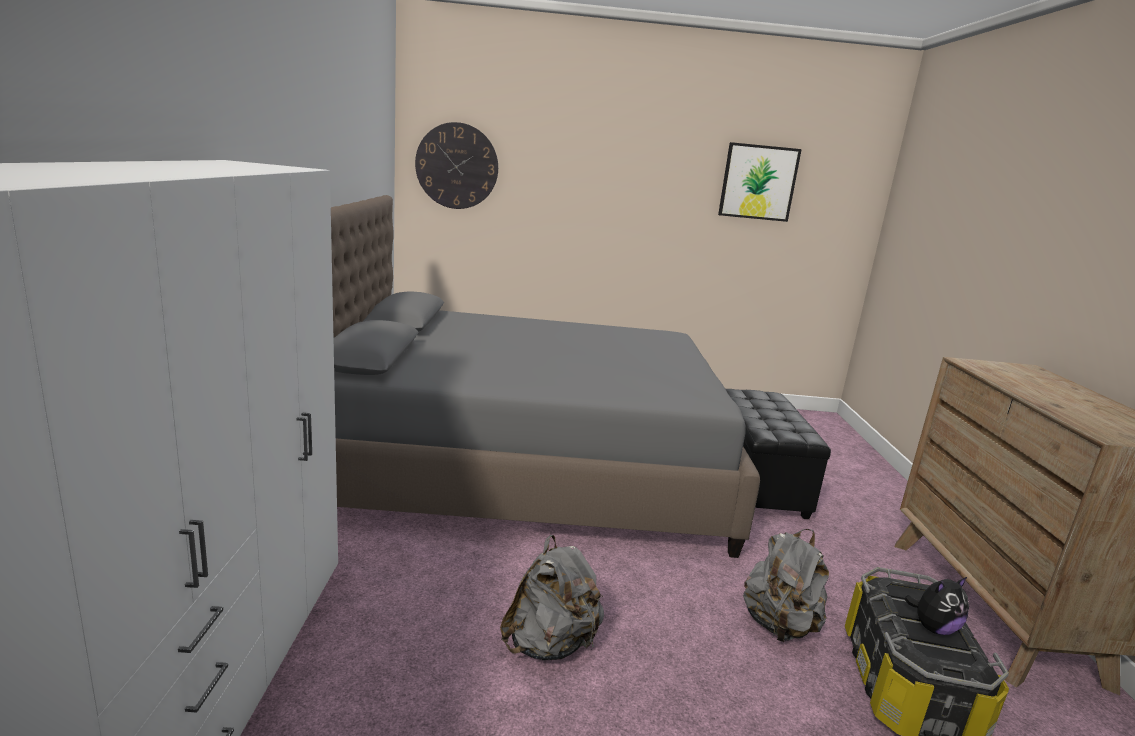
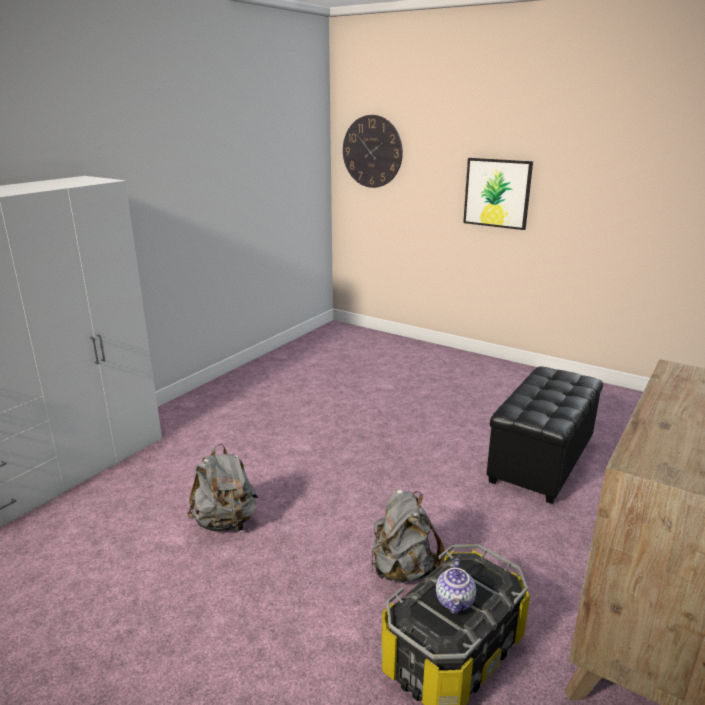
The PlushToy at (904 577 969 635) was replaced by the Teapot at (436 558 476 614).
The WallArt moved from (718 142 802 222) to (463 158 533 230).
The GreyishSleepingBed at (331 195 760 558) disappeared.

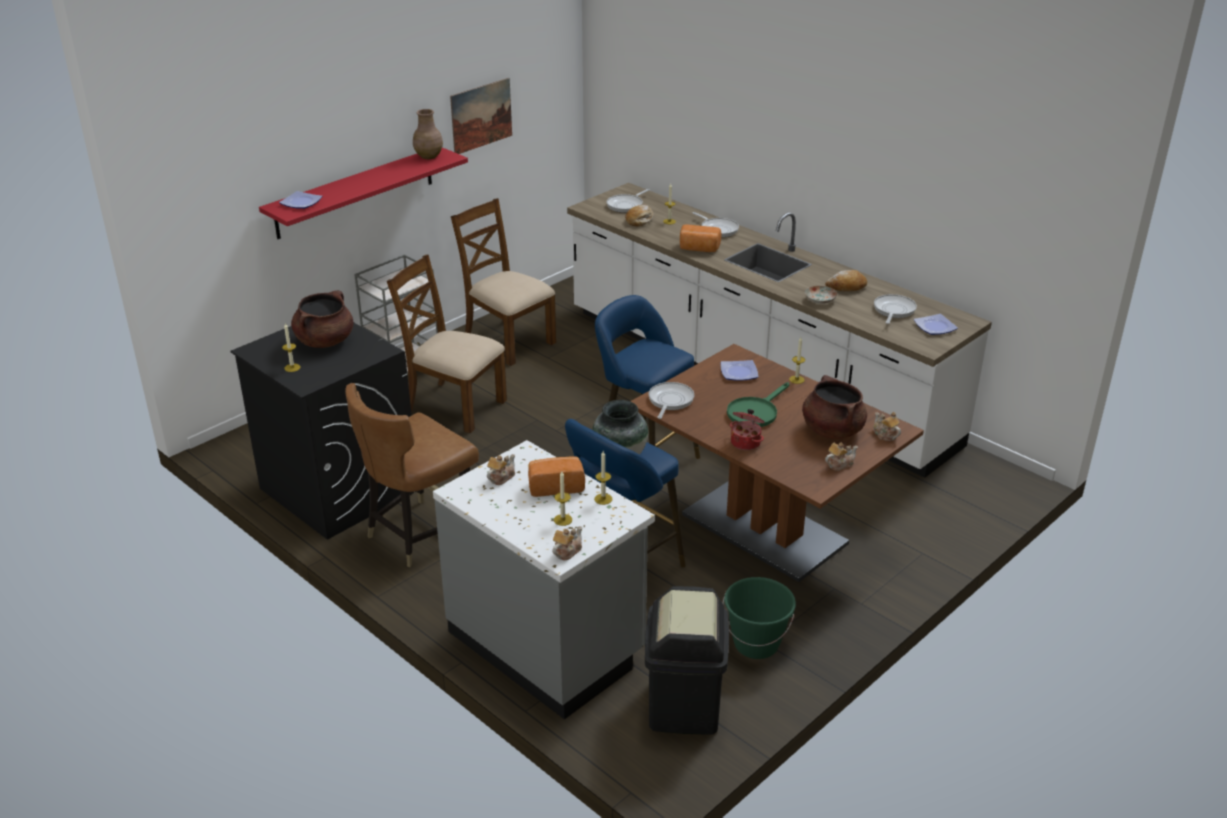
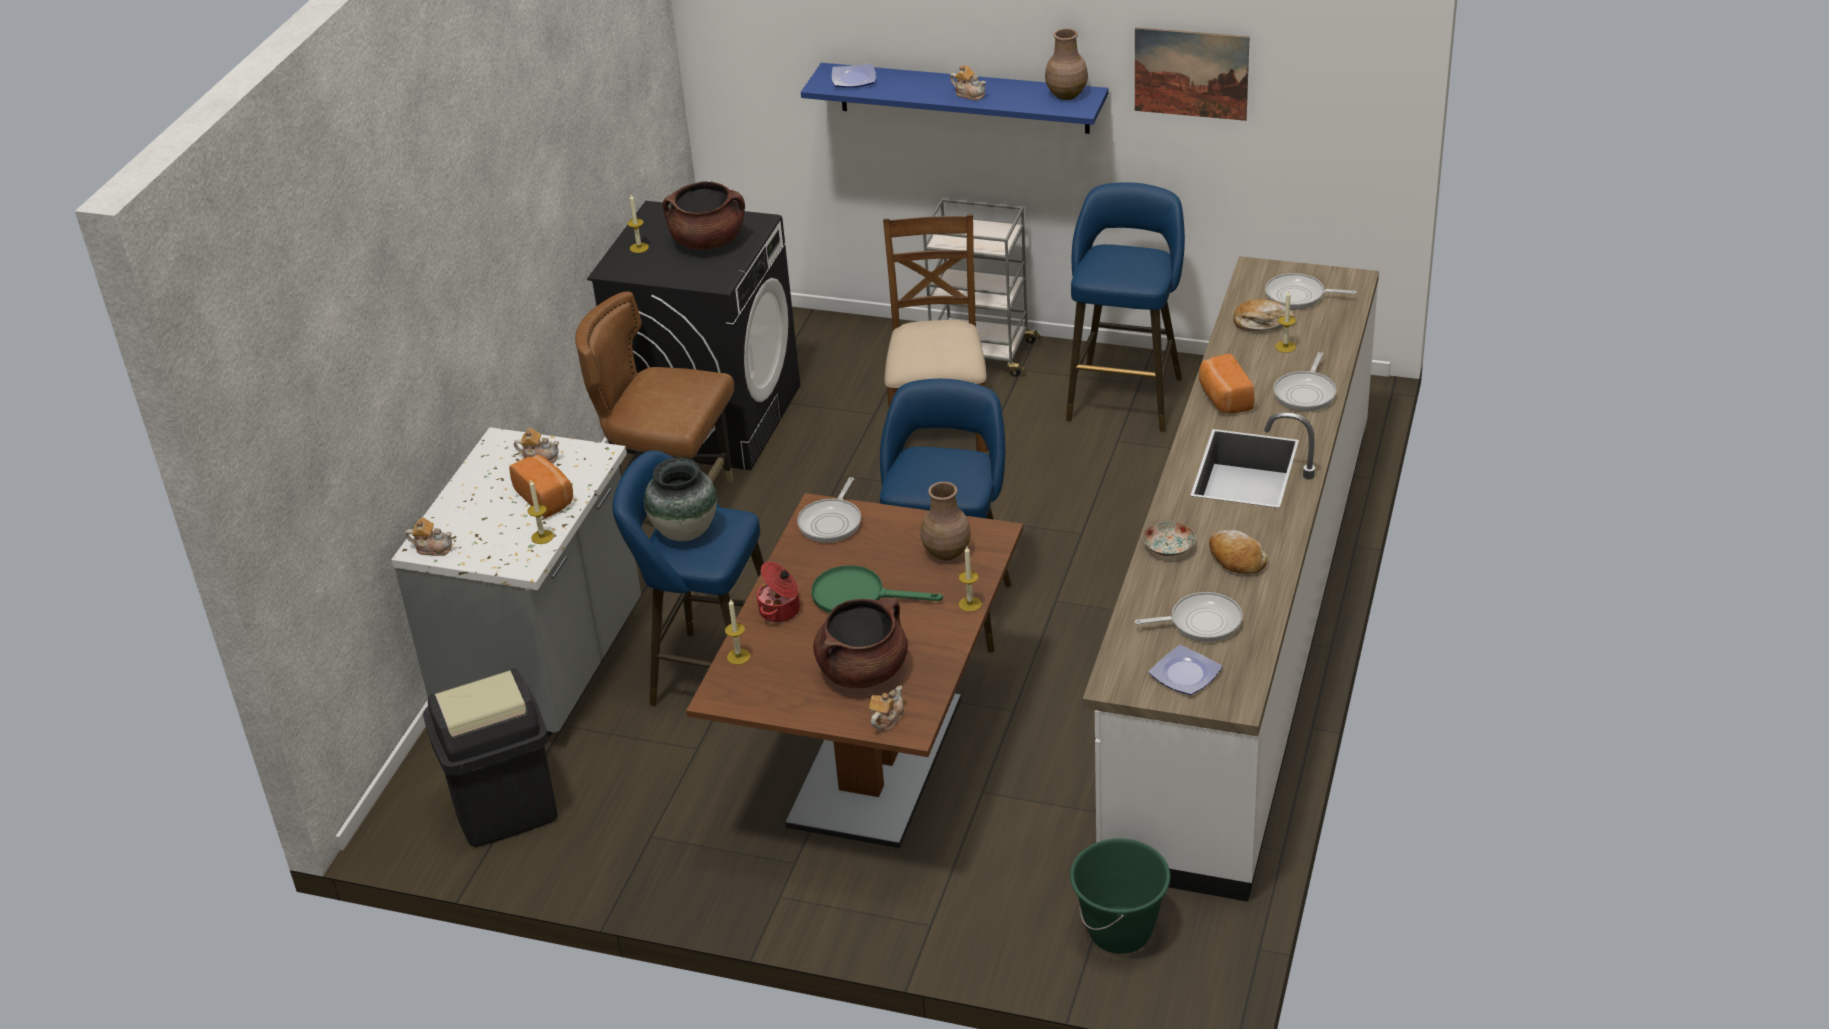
The WaxLight moved from (554 471 572 526) to (725 598 750 665).
The Pan at (648 382 694 419) turned 120 degrees clockwise.
The ReddishBracketShelf at (259 147 468 239) became the BluishBracketShelf at (801 63 1109 134).
The FlatDish at (721 360 758 381) was replaced by the BrownColouredVase at (920 482 971 560).
The Teapot moved from (825 442 858 471) to (950 64 986 100).
The BrownColouredPlainChair at (451 198 556 366) was replaced by the BluishStoolSeat at (1066 182 1185 432).
The GreenBucket moved from (723 577 796 659) to (1070 838 1170 954).

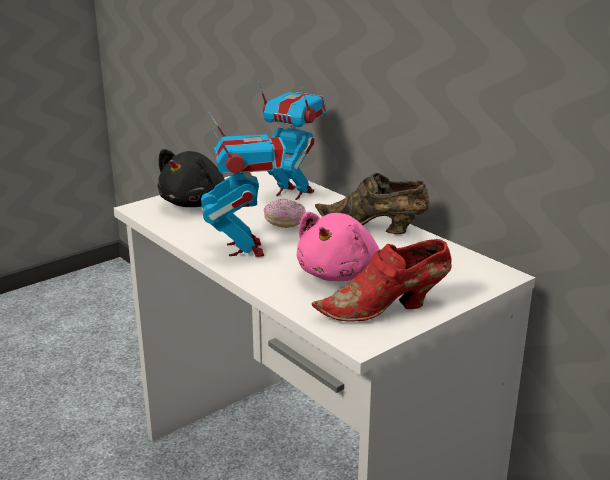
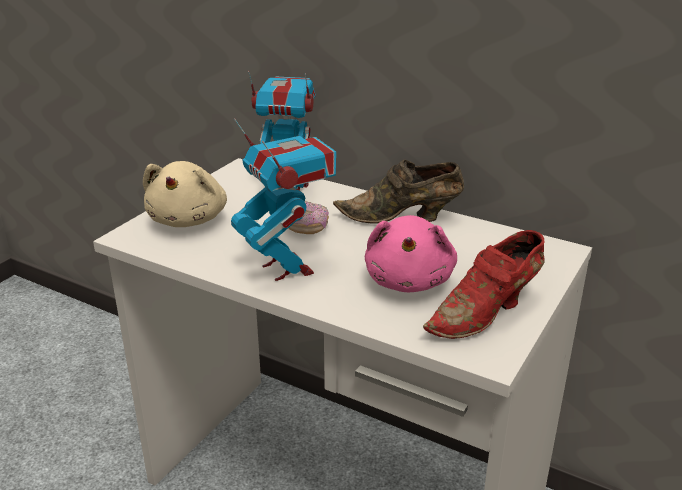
The BlackPlushToy at (157 149 225 207) became the BeigePlushToy at (143 161 227 227).

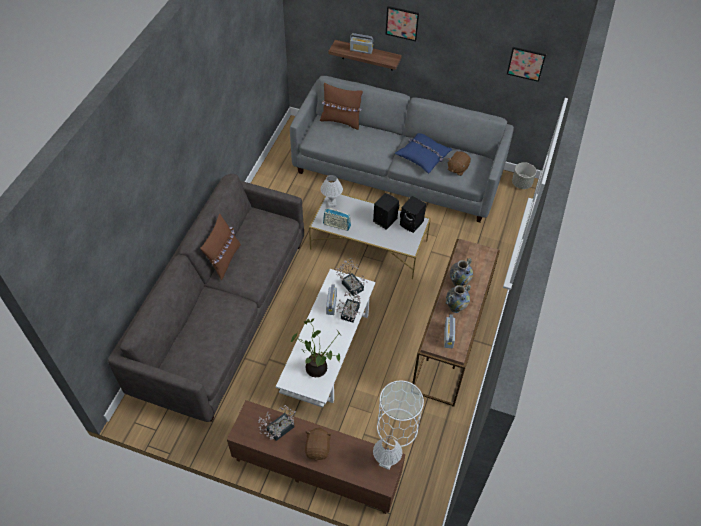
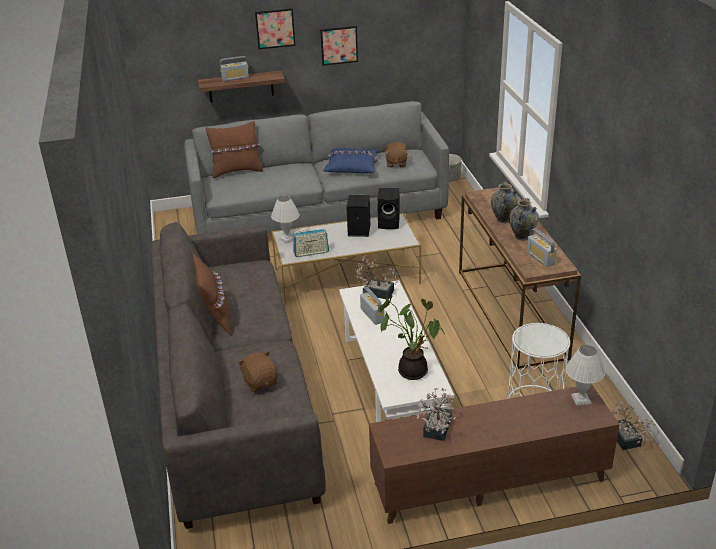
The BrownColouredPlushToy moved from (305 427 332 461) to (238 351 278 392).
The WallArt moved from (507 47 546 82) to (320 26 358 66).
The Houseplant moved from (336 290 361 322) to (611 402 656 450).

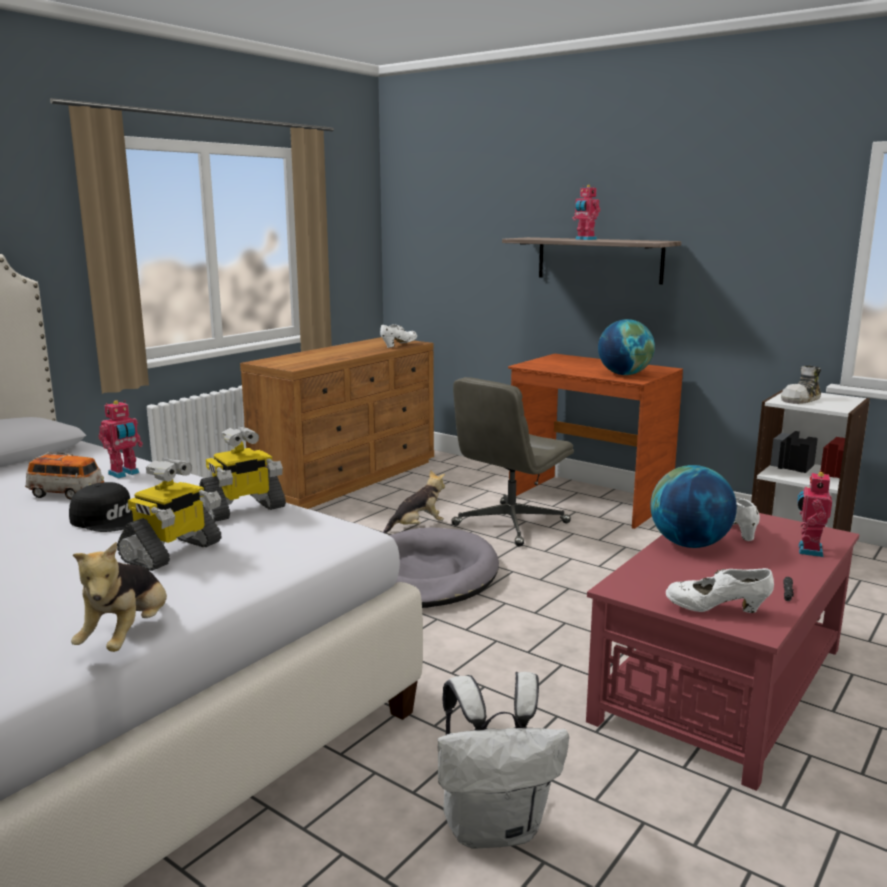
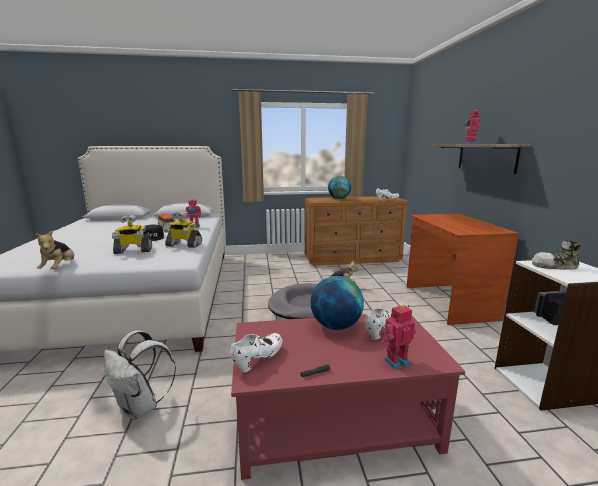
The PlushToy at (71 542 167 652) turned 60 degrees counterclockwise.
The WhiteColouredItemOfFootwear at (666 568 774 613) turned 75 degrees clockwise.
The Globe moved from (598 319 655 375) to (328 176 351 199).
The GreyishComputerChair at (451 377 574 547) disappeared.

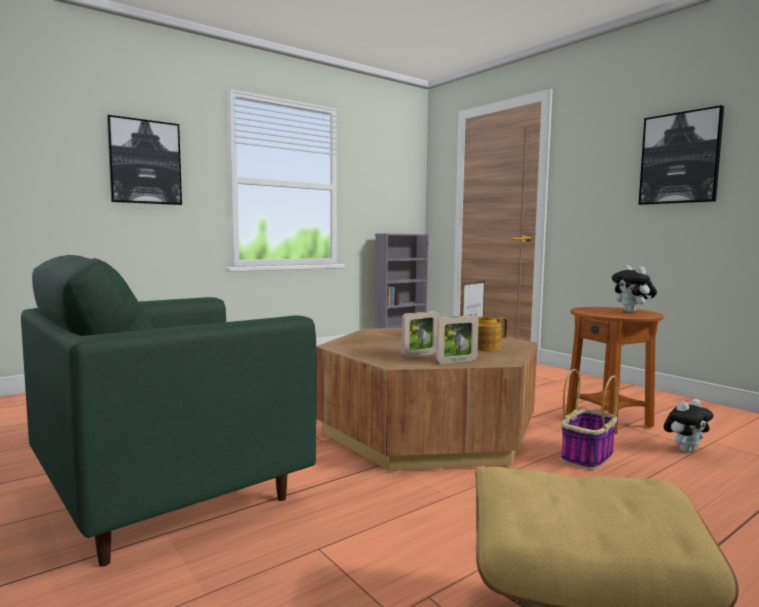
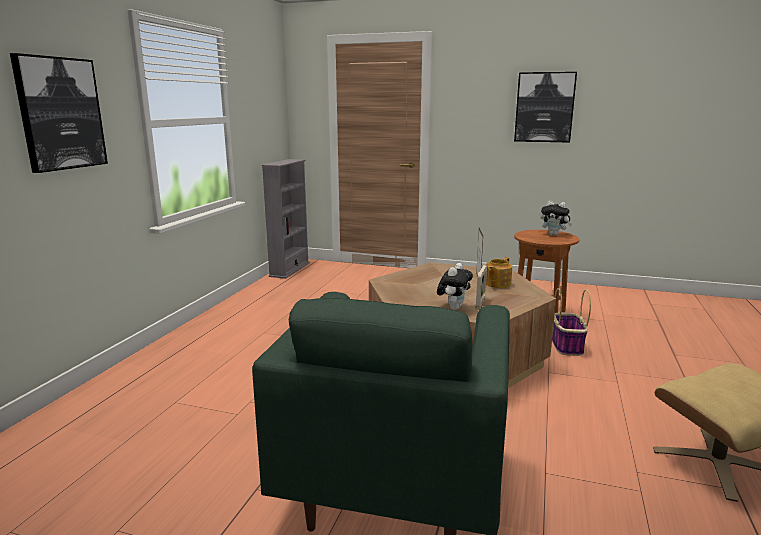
The PlushToy moved from (664 399 713 453) to (437 263 473 310).
The PhotoFrame at (436 316 479 364) disappeared.

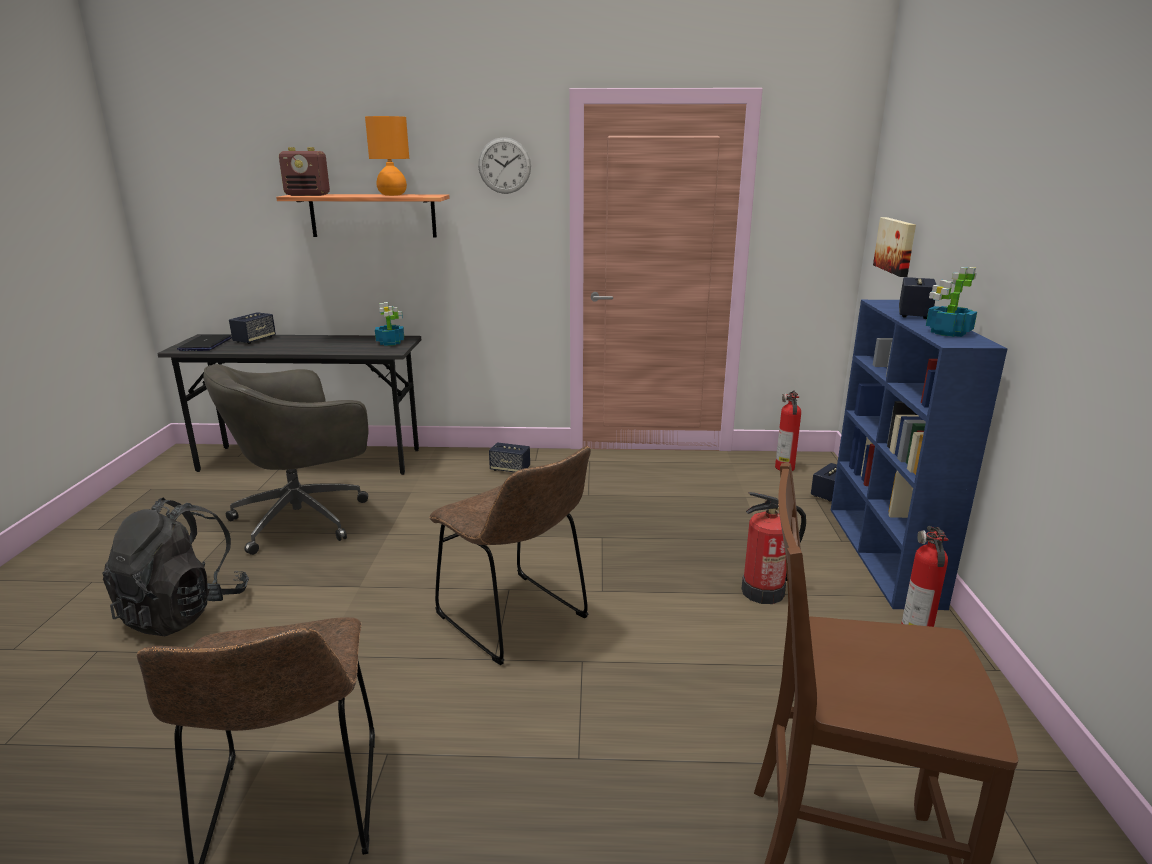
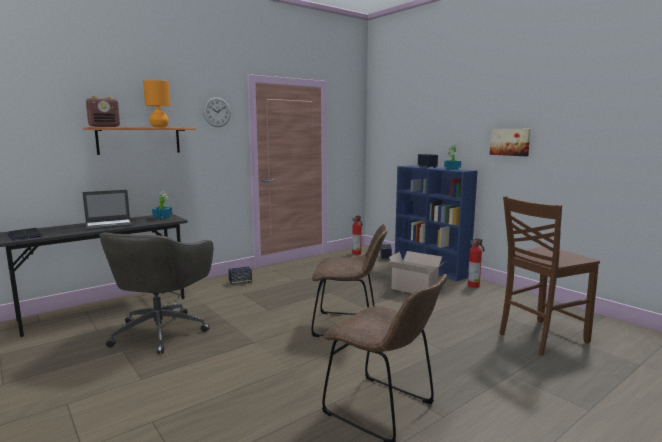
The Laptop at (83 190 133 231) appeared.
The FireFightingCylinder at (742 492 806 604) was replaced by the Carton at (389 251 444 293).
The WallArt moved from (873 217 916 277) to (490 129 531 156).
The BlackKnapsack at (103 497 249 636) disappeared.
The Loudspeaker at (229 312 276 344) disappeared.

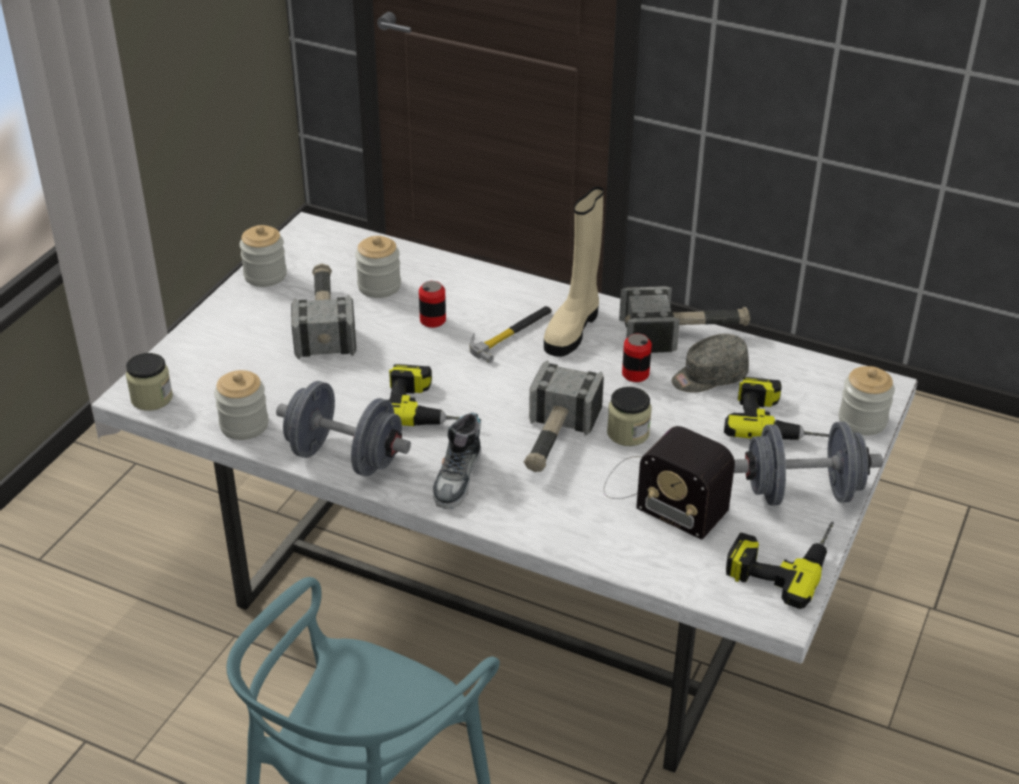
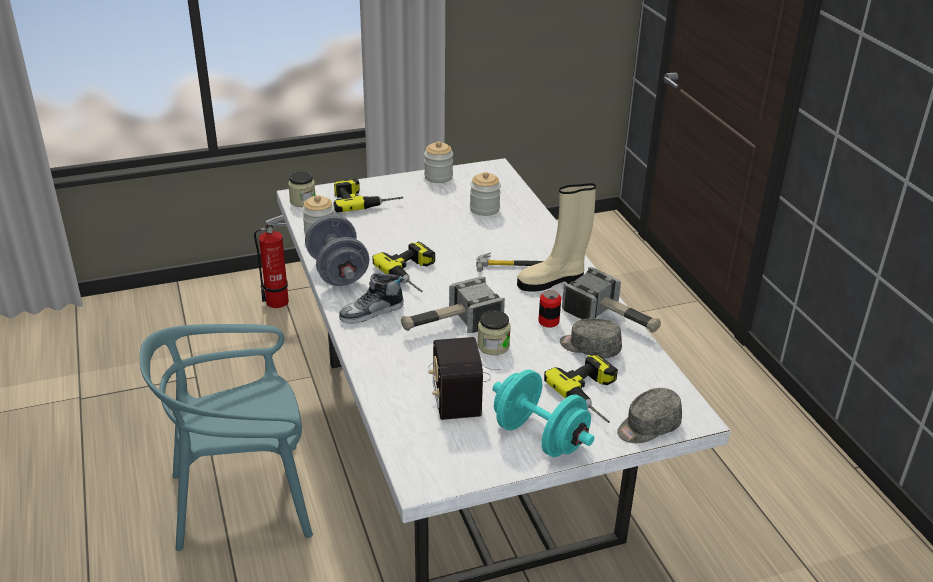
The FireFightingCylinder at (254 215 289 308) appeared.
The Drill moved from (726 522 834 609) to (334 178 403 213).
The GreyishDumbbell at (734 422 883 505) became the TurquoiseDumbbell at (493 369 594 457).
The Jar at (839 366 895 435) was replaced by the GreyishCap at (617 388 682 443).
The HandHammer at (291 263 356 359) disappeared.
The Can at (419 281 446 328) disappeared.

